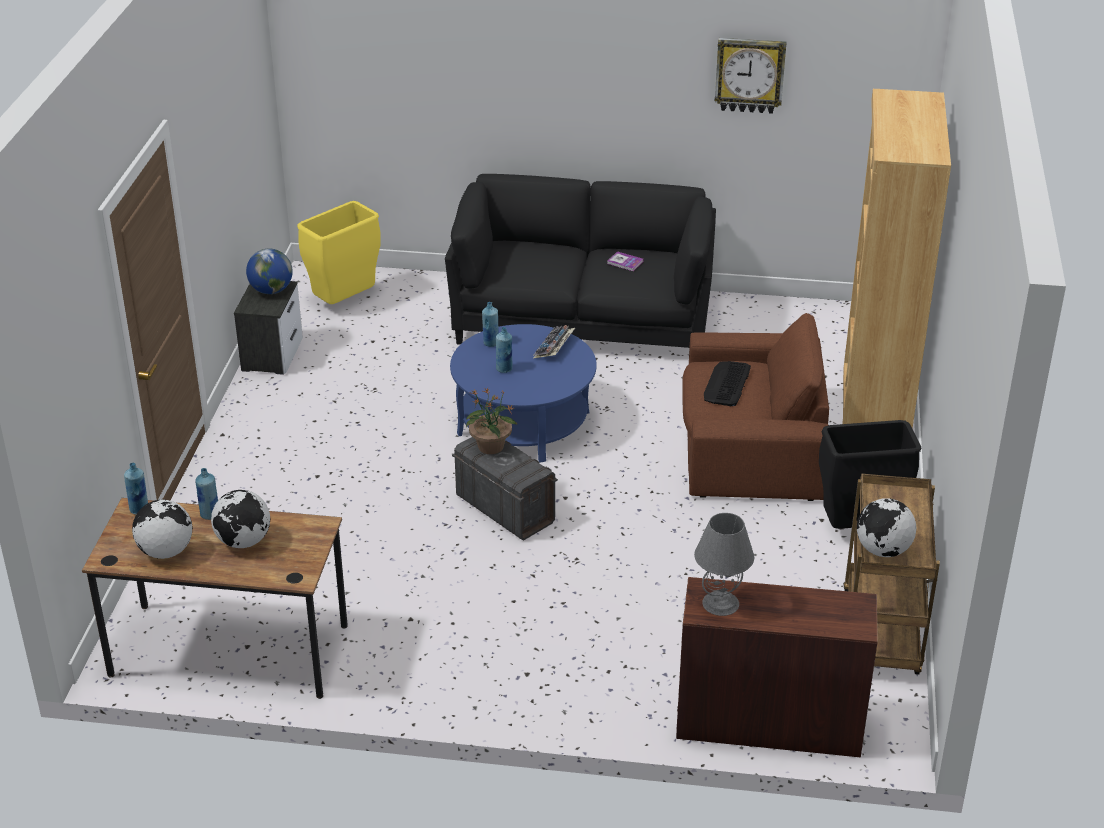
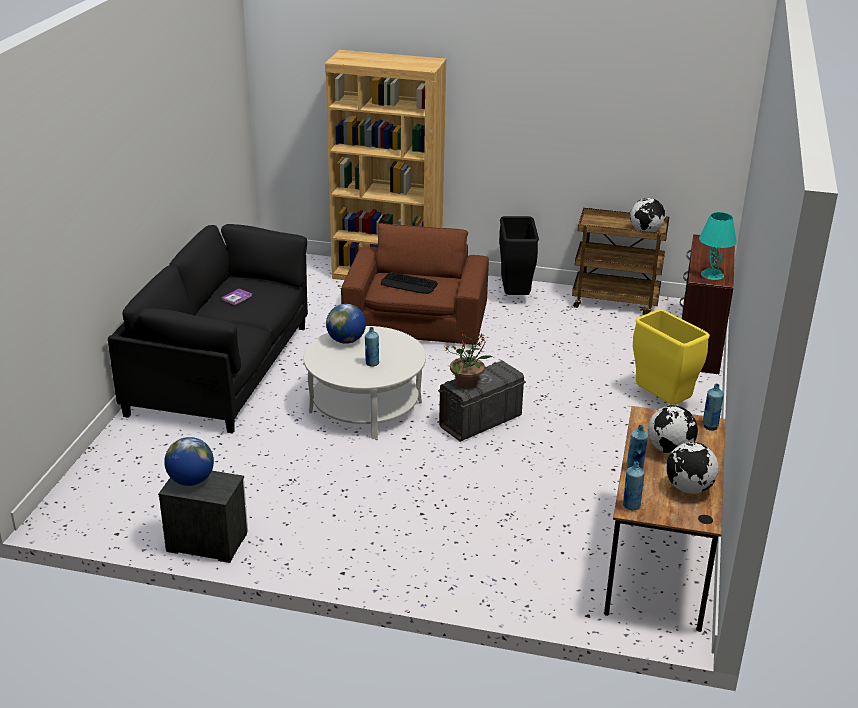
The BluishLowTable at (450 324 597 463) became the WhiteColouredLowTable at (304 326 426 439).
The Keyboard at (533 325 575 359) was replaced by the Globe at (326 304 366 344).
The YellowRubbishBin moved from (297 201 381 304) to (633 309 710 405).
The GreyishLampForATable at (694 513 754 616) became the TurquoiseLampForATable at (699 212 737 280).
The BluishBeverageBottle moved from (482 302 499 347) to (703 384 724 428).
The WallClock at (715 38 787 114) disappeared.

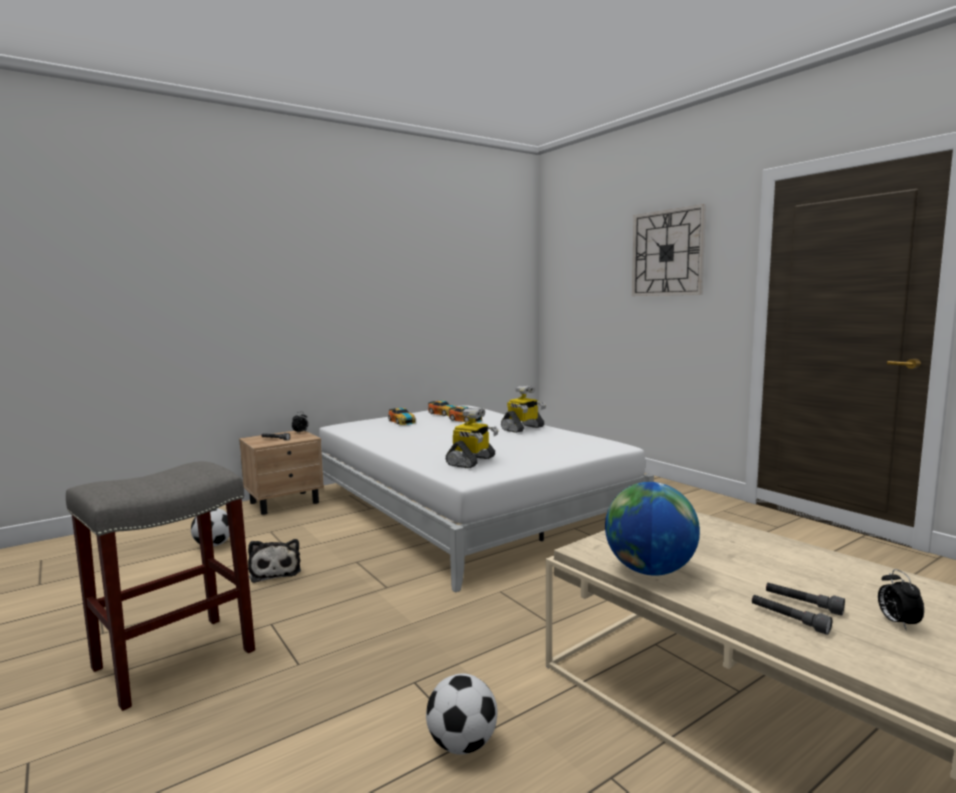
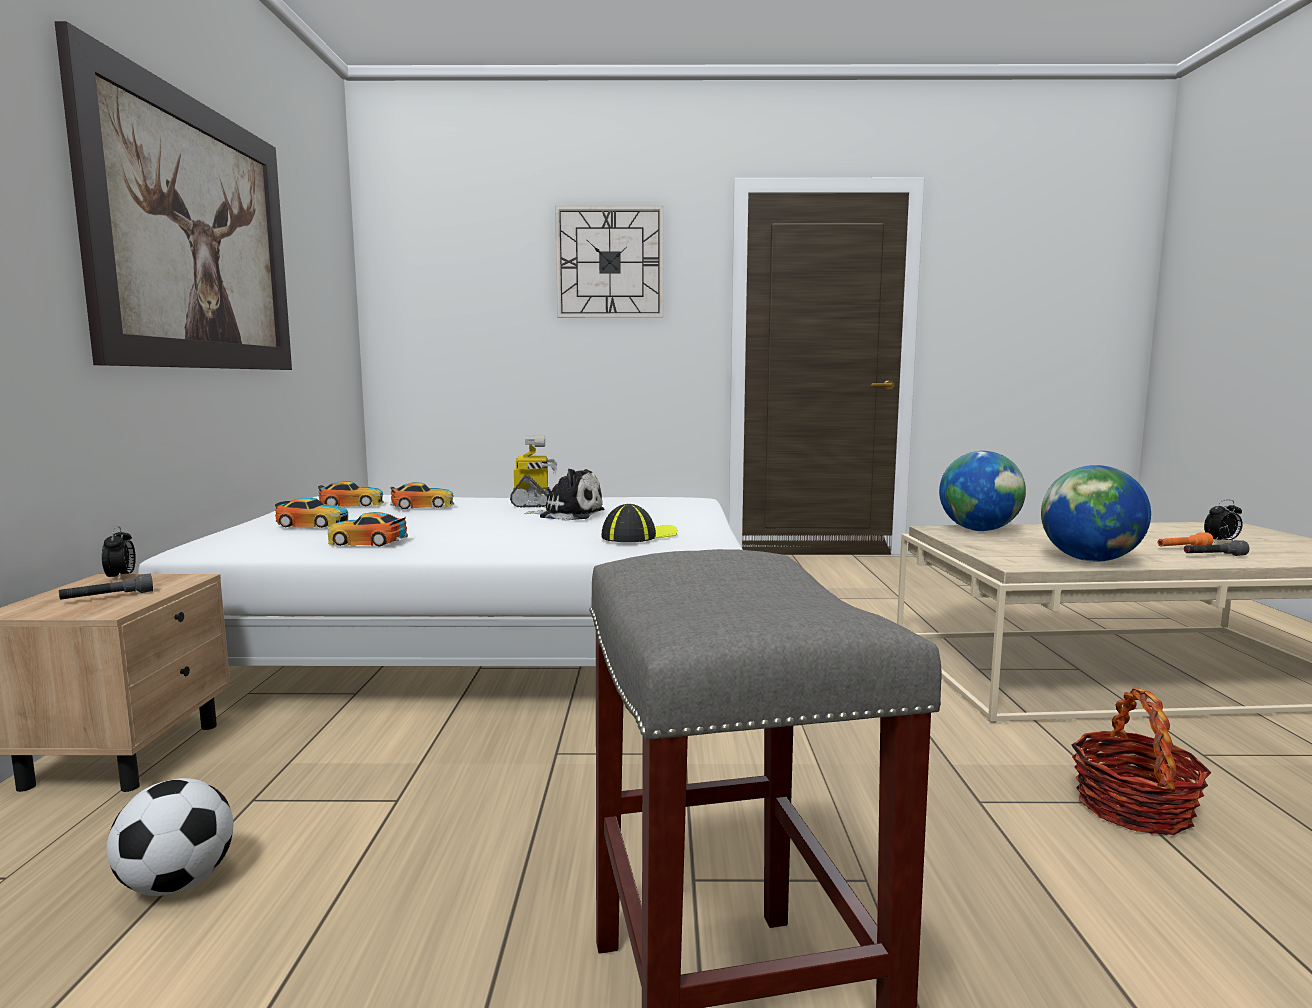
The WallArt at (54 21 292 370) appeared.
The ModelCar at (328 512 408 547) appeared.
The PlushToy moved from (248 539 301 583) to (524 469 604 521).
The ModelRobot at (445 408 499 468) was replaced by the Cap at (601 504 677 542).
The Globe at (939 451 1026 531) appeared.
The Football at (426 673 498 755) was replaced by the Basket at (1071 688 1211 835).
The GreyishHandTorch at (766 583 845 616) became the OrangeyHandTorch at (1157 532 1214 546).
The AlarmClock at (878 569 924 631) turned 45 degrees counterclockwise.

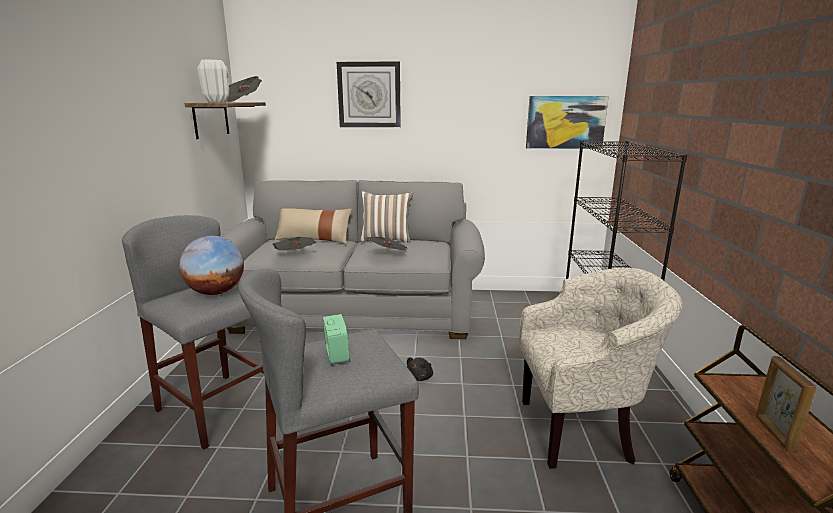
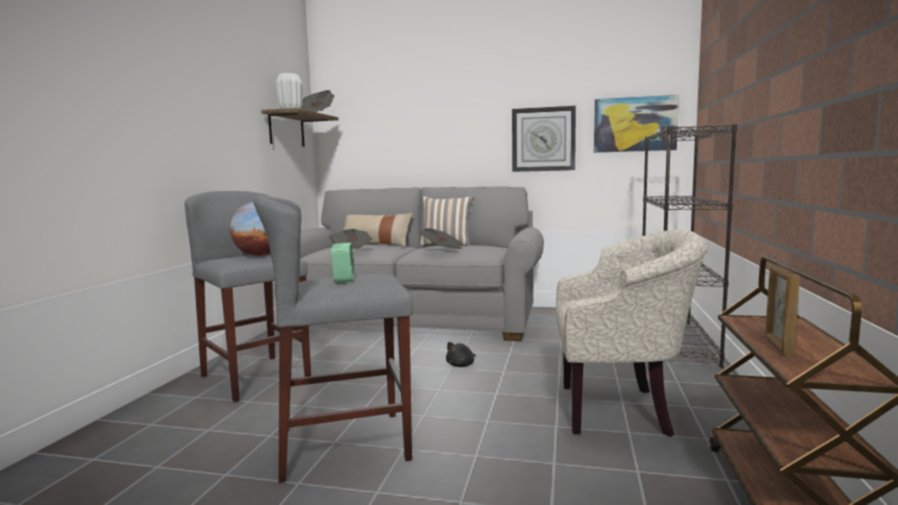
The WallClock moved from (337 61 401 127) to (512 106 576 172).

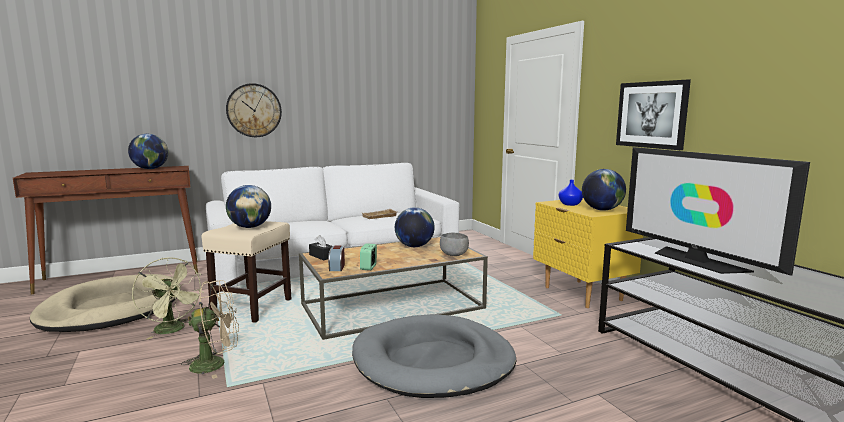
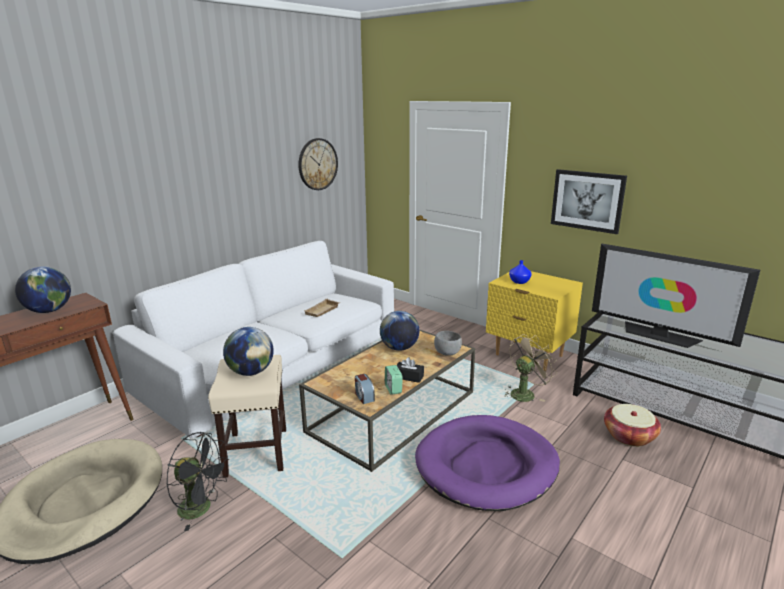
The GreenCoolingFan at (132 257 204 340) became the BlackCoolingFan at (166 432 230 531).
The WallClock moved from (226 83 282 137) to (298 138 338 190).
The BlackTissueHolder moved from (309 235 332 260) to (396 357 424 383).
The GreyishDogCushion at (352 314 516 398) became the PurplishDogCushion at (415 415 560 511).
The BeigeCoolingFan moved from (181 280 239 379) to (505 334 557 402).
The Basket at (604 404 661 447) appeared.
The Globe at (582 169 626 211) disappeared.

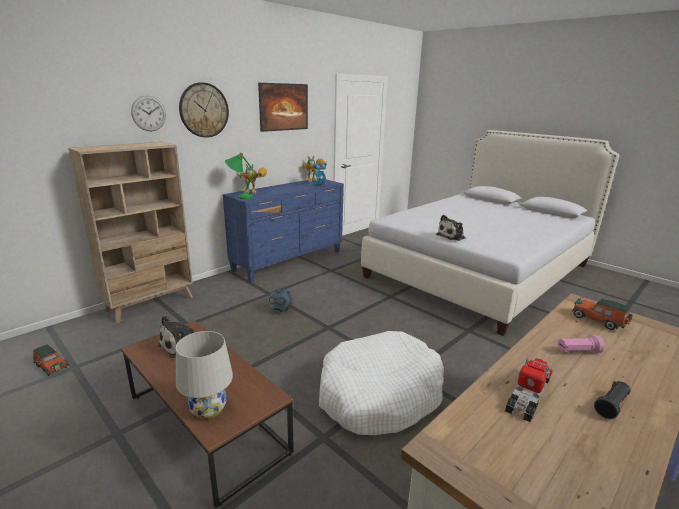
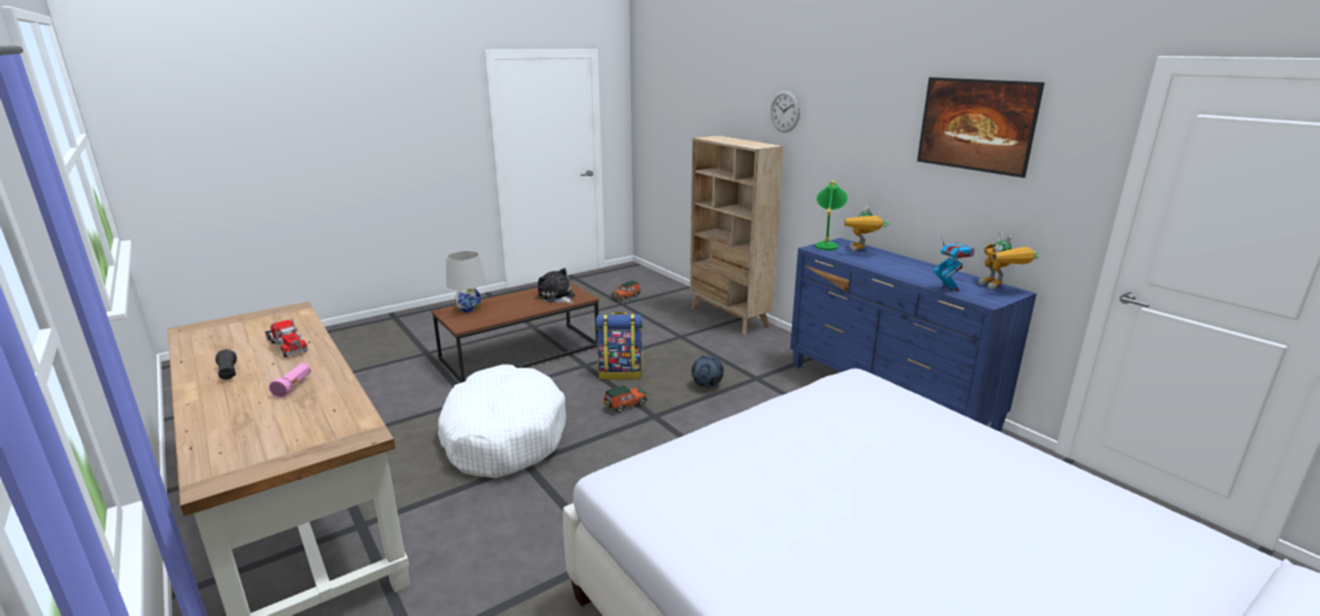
The Knapsack at (596 312 643 380) appeared.
The ModelCar moved from (571 298 632 330) to (602 386 648 413).
The WallClock at (179 82 229 138) disappeared.
The PlushToy at (436 215 466 241) disappeared.

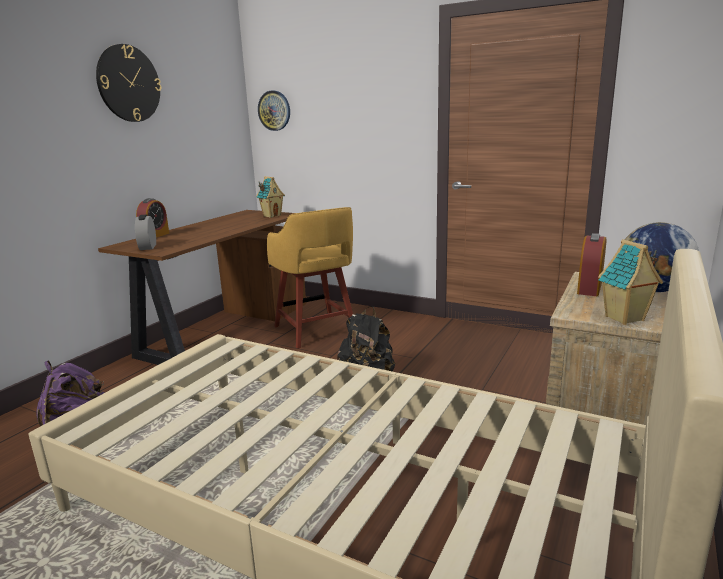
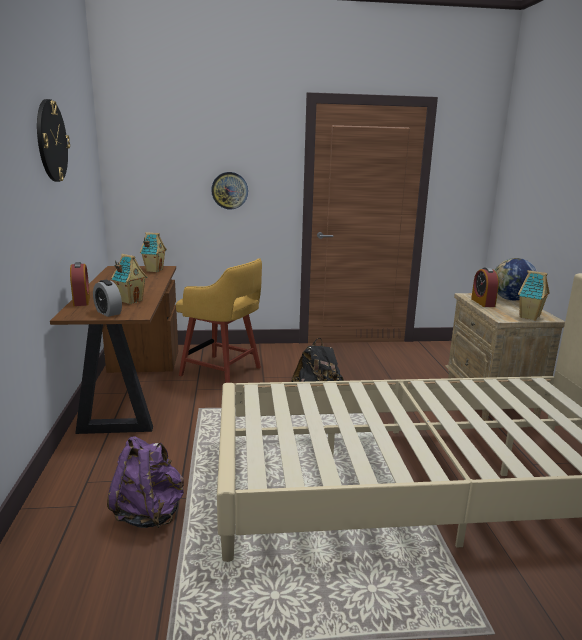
The ToyHouse at (111 254 147 304) appeared.
The WallClock moved from (258 91 290 131) to (211 172 248 209).

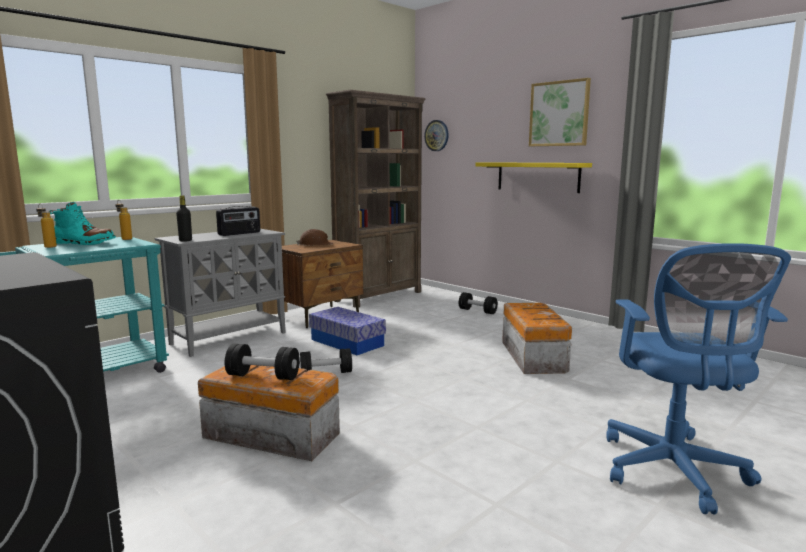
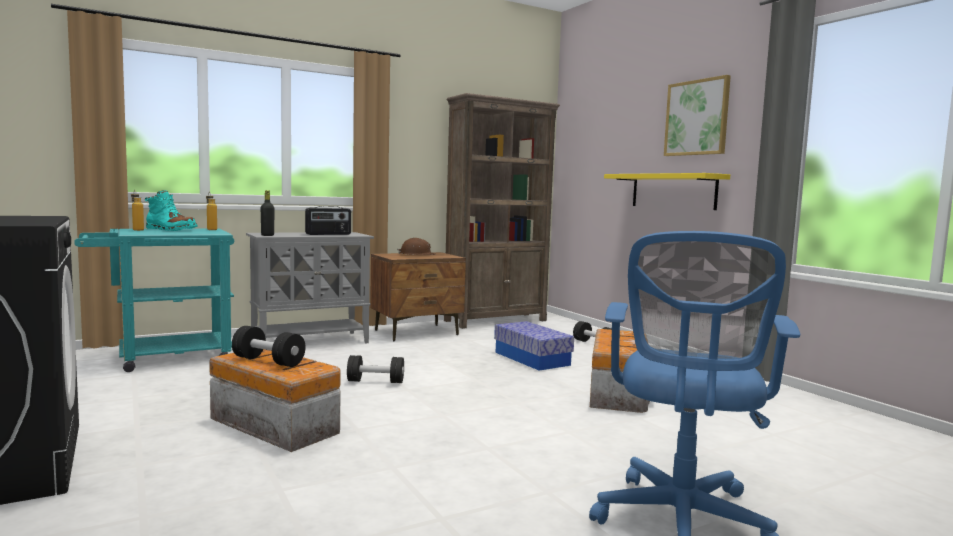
The StorageContainer moved from (309 307 386 355) to (494 321 574 371).
The WallClock at (424 120 449 151) disappeared.

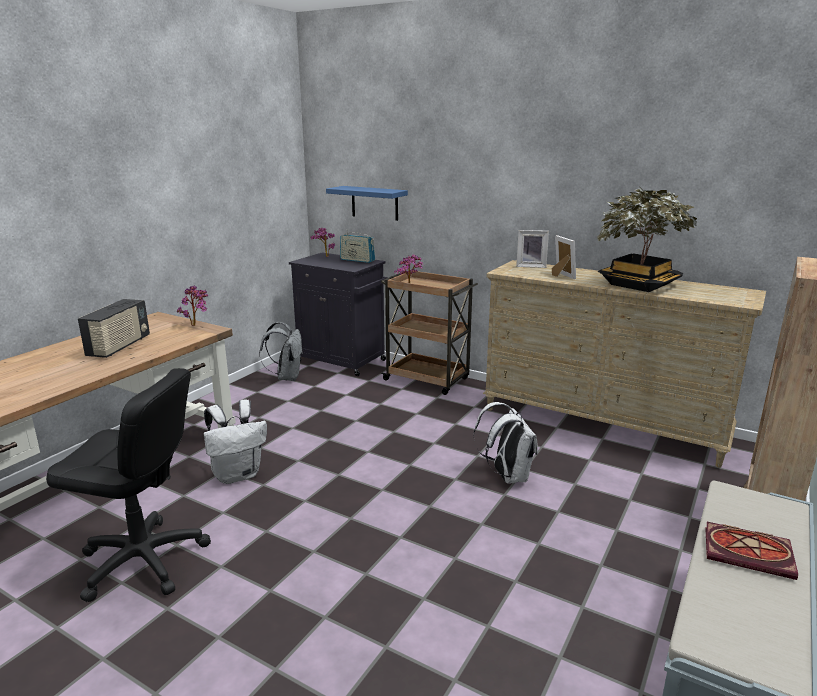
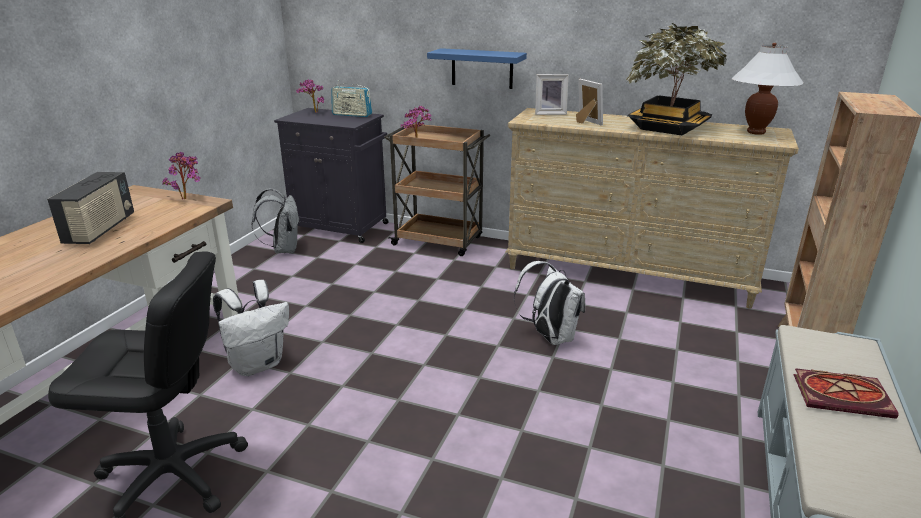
The BluishBracketShelf moved from (326 186 408 221) to (427 48 527 89).
The WhiteColouredLampForATable at (732 43 803 135) appeared.

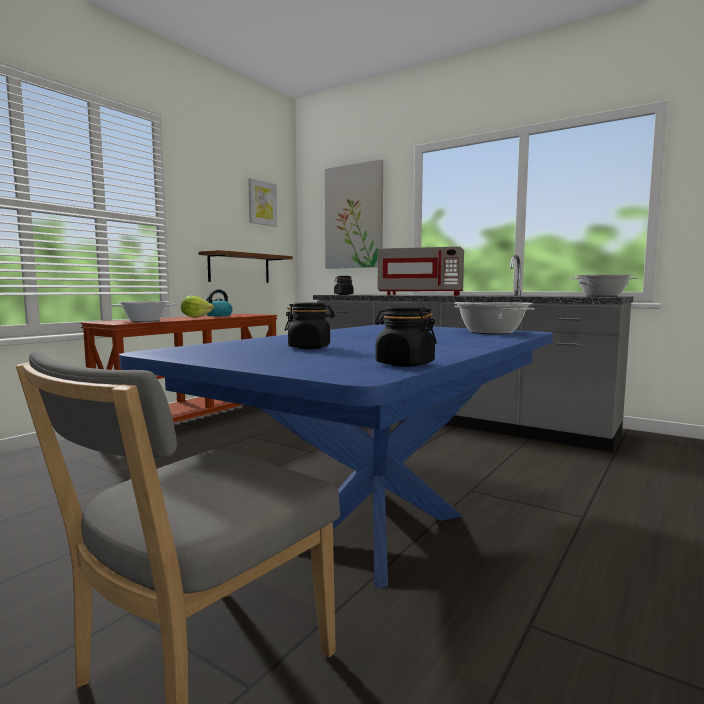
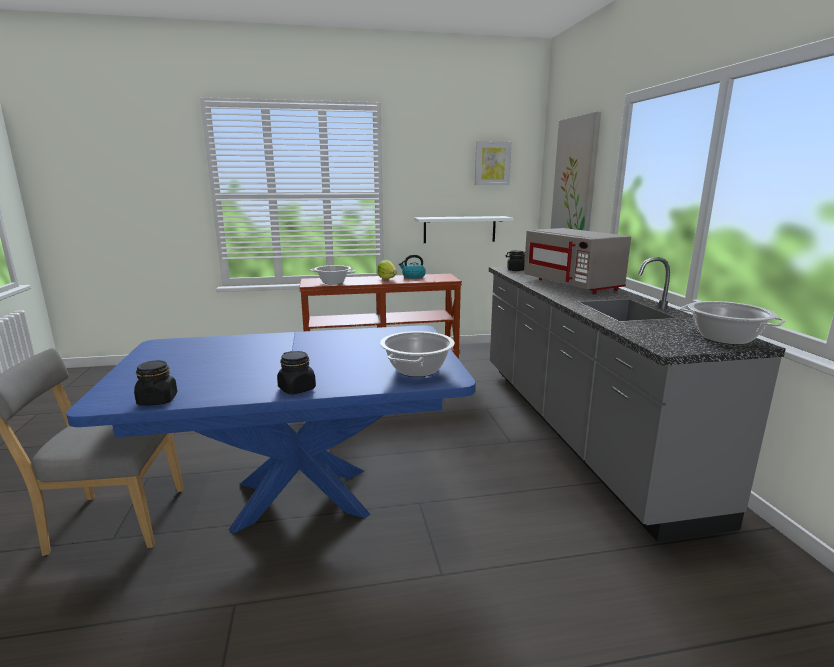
The BlackJar moved from (285 303 335 349) to (277 351 316 394).
The BrownColouredBracketShelf at (198 250 293 283) became the WhiteColouredBracketShelf at (414 216 513 243).

